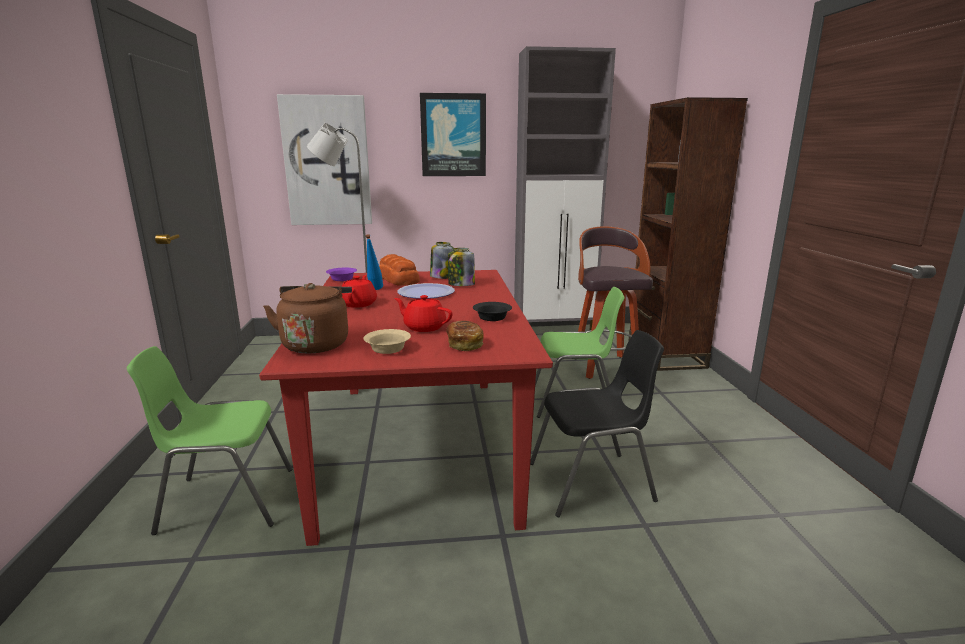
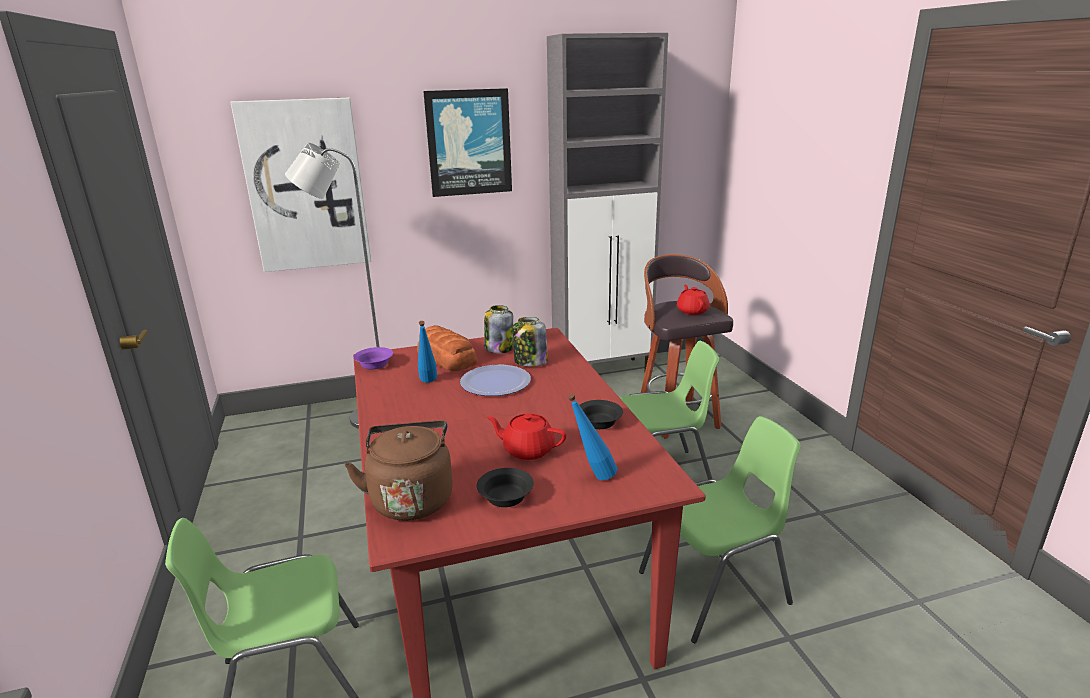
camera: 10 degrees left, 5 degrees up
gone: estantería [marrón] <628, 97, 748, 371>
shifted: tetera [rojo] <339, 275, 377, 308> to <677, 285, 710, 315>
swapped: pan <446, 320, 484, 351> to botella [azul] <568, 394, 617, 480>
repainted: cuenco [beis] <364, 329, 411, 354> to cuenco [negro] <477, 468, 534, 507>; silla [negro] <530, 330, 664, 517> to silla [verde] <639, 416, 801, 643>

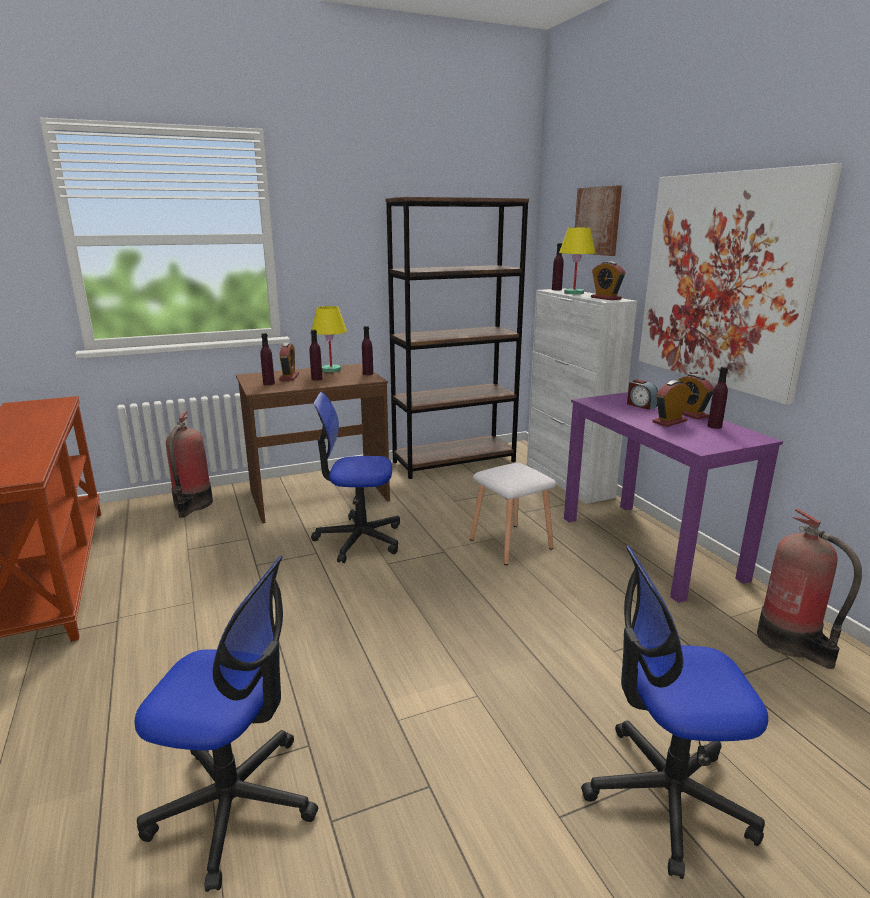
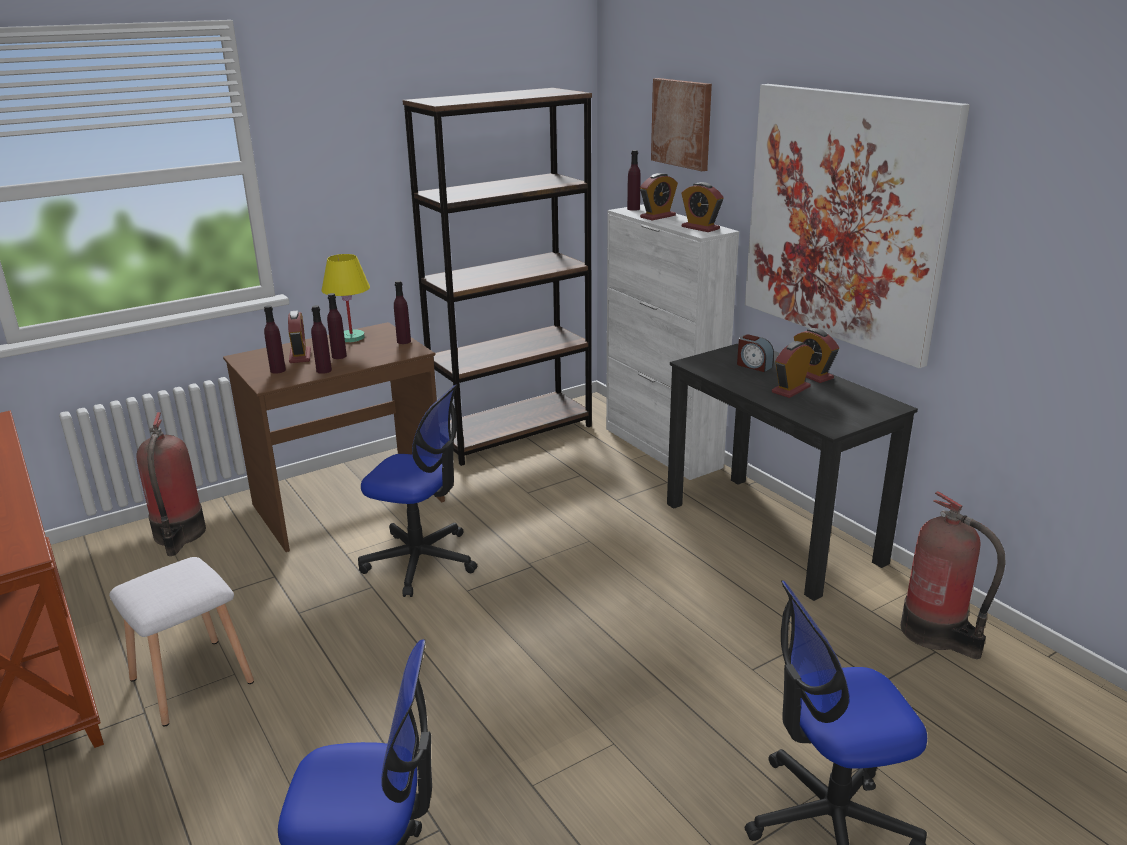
camera: 10 degrees left, 5 degrees up
shifted: taburete [blanco] <470, 463, 556, 565> to <109, 557, 254, 726>; botella [morado] <707, 367, 728, 429> to <311, 305, 332, 374>
swapped: lámpara de mesa [amarillo] <559, 228, 595, 294> to despertador <640, 173, 678, 221>
repainted: escritorio [morado] <564, 392, 783, 603> to escritorio [negro] <667, 344, 918, 601>
rotated: silla de oficina <311, 392, 400, 563> = <358, 384, 477, 597> 150 degrees counterclockwise

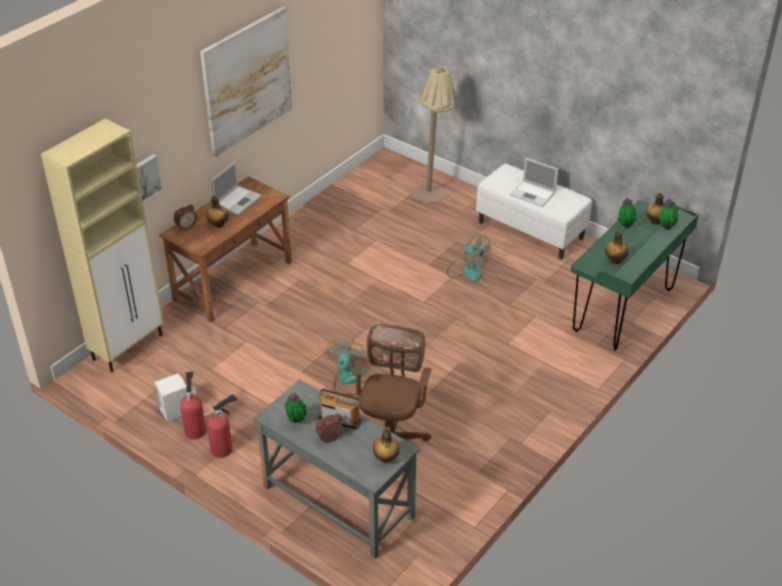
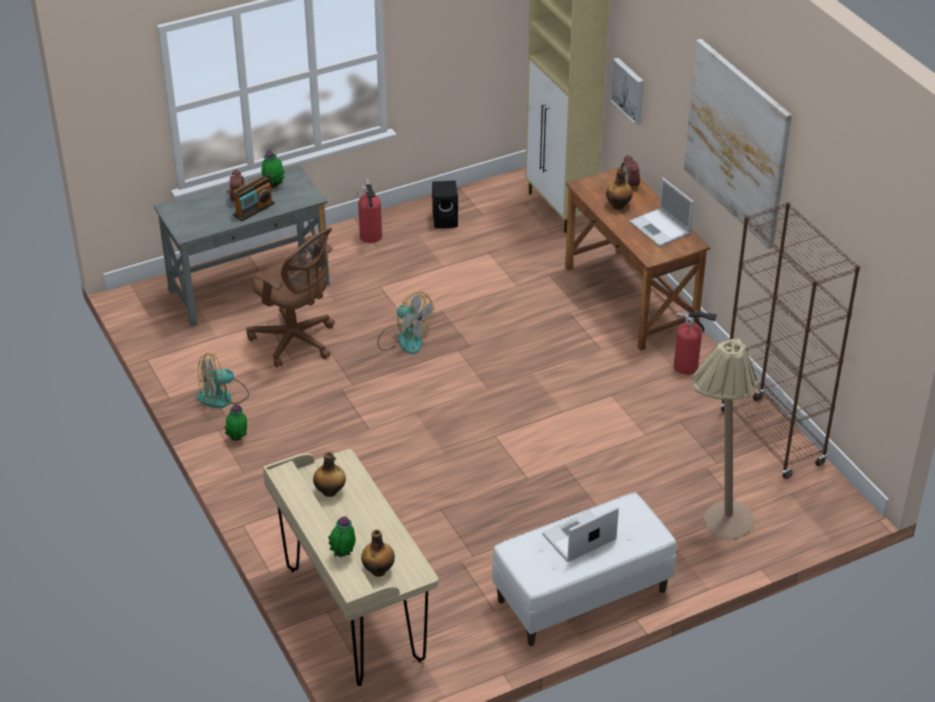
camera: 115 degrees right, 0 degrees up
gone: botella <373, 427, 400, 463>
new: estantería [marrón] <720, 202, 860, 479>
shifted: extintor <180, 372, 206, 439> to <674, 311, 717, 375>; ventilador <447, 234, 492, 282> to <197, 353, 249, 408>; planta en maceta <617, 198, 636, 228> to <224, 404, 247, 441>
repainted: altavoz [blanco] <154, 373, 187, 422> to altavoz [negro] <432, 180, 458, 229>; escritorio [verde] <571, 200, 699, 350> to escritorio [beis] <263, 449, 438, 686>

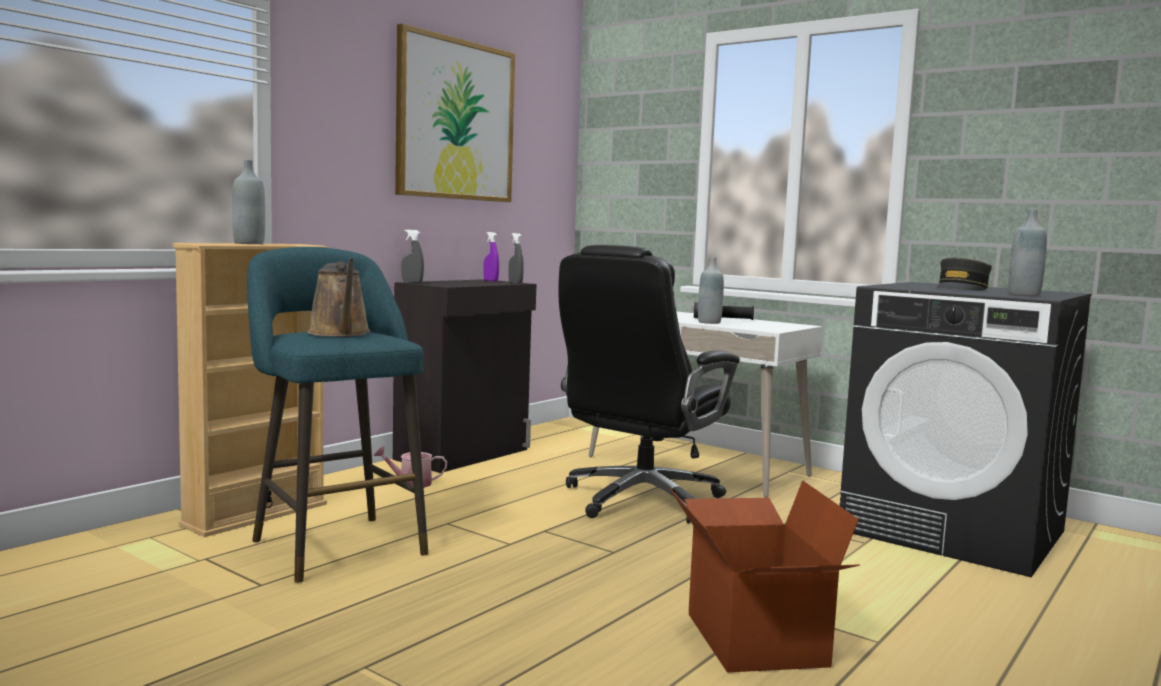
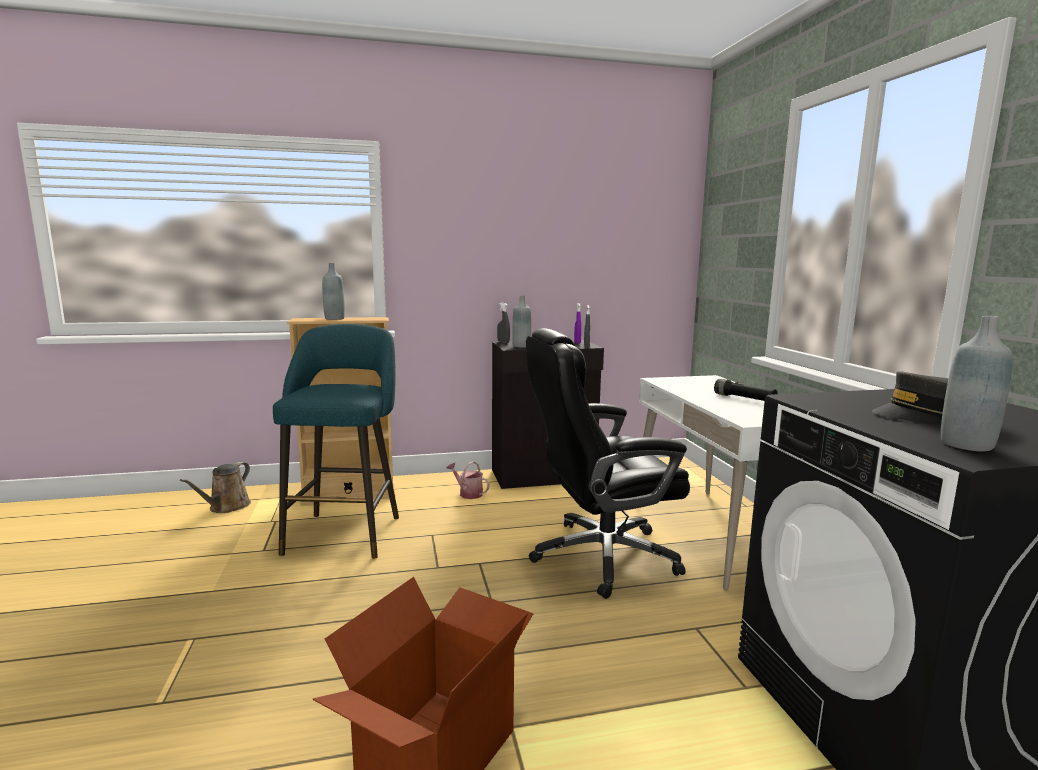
camera: 40 degrees right, 5 degrees up
gone: cuadro <395, 24, 515, 202>
shifted: regadera [marrón] <308, 258, 370, 337> to <180, 462, 251, 513>; botella [gris] <698, 257, 724, 324> to <512, 295, 531, 348>

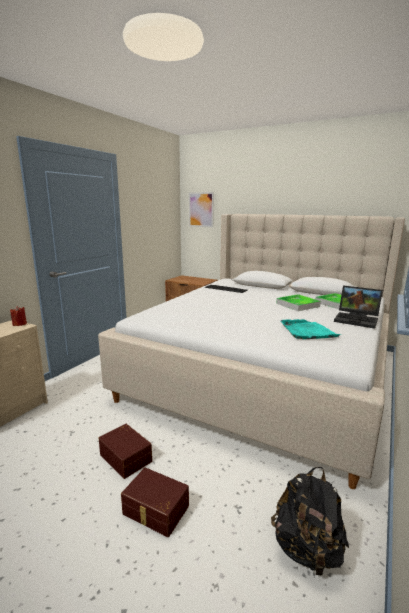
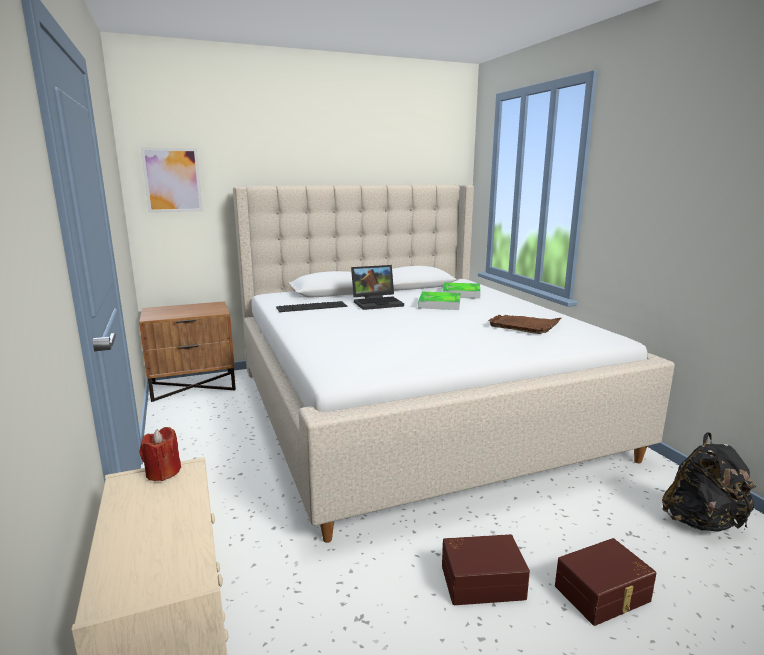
camera: 50 degrees left, 0 degrees up
shifted: portátil <334, 286, 383, 329> to <351, 265, 404, 310>
repainted: bandeja [turquesa] <281, 319, 341, 339> to bandeja [marrón] <488, 315, 561, 334>

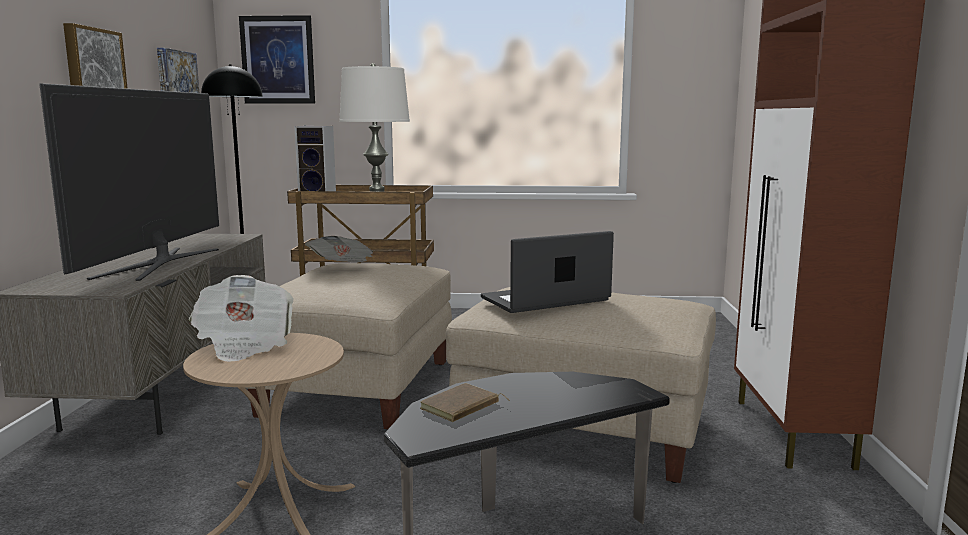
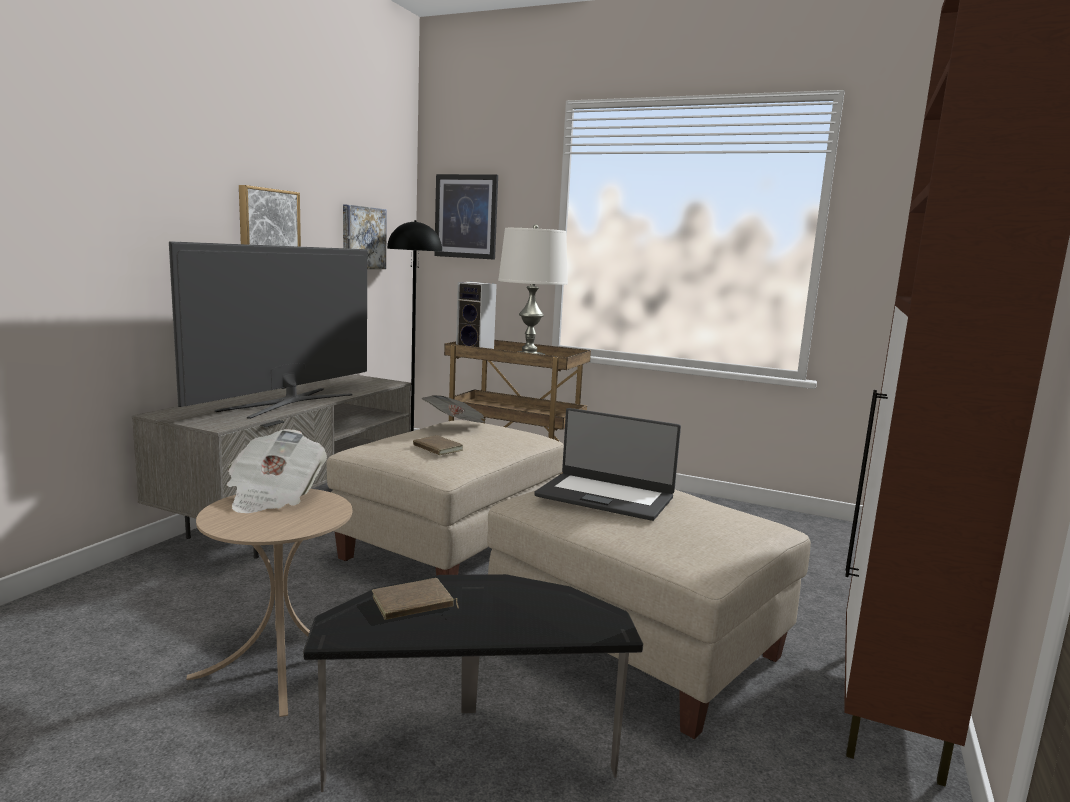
camera: 20 degrees right, 0 degrees up
new: libro [marrón] <413, 435, 463, 455>
rotated: portátil <481, 231, 614, 313> = <535, 408, 681, 521> 150 degrees counterclockwise

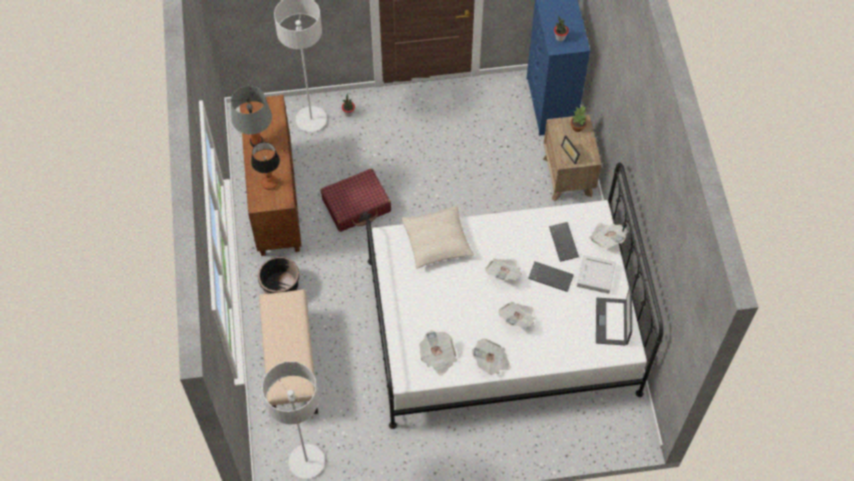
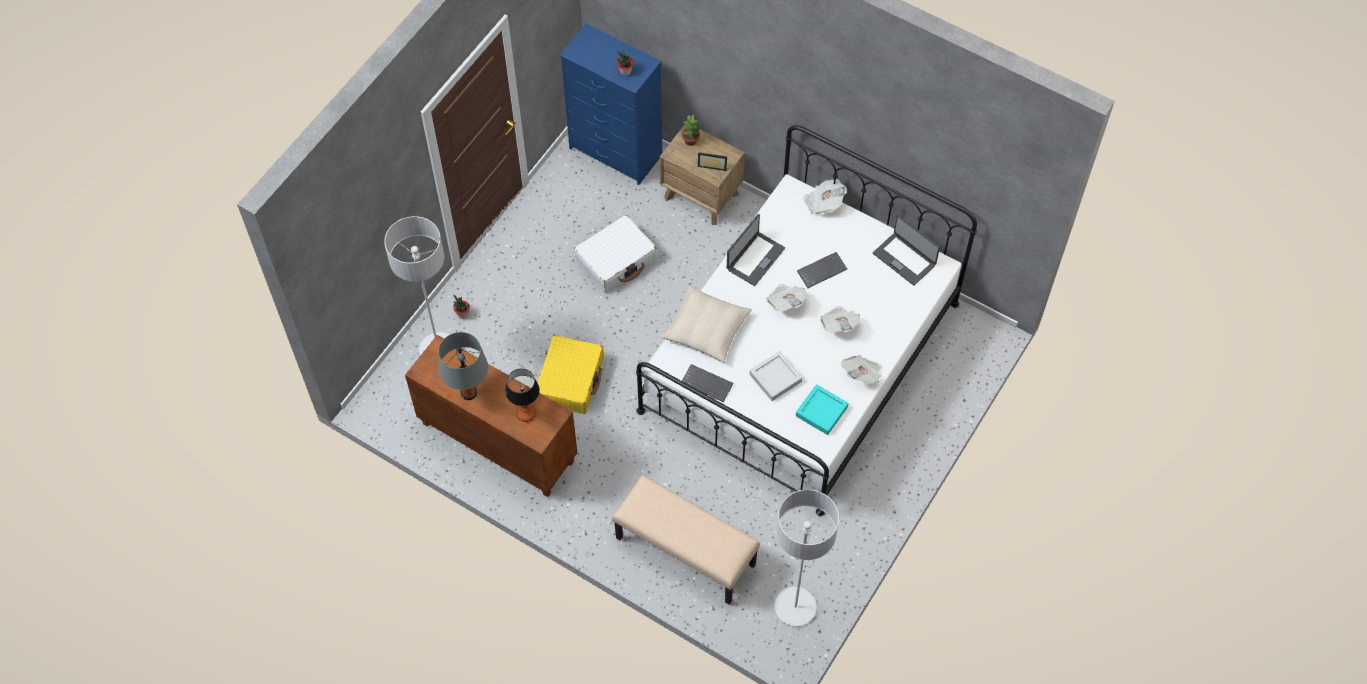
camera: 50 degrees left, 0 degrees up
gone: maceta [negro] <258, 257, 299, 294>
new: maleta [blanco] <574, 215, 657, 293>; portátil <727, 214, 785, 286>
shifted: teclado <549, 222, 579, 262> to <682, 364, 734, 402>; bandeja [gris] <577, 255, 616, 294> to <749, 351, 802, 401>
swapped: periódico <419, 330, 457, 375> to bandeja [turquesa] <796, 384, 848, 435>
repainted: maleta [rojo] <321, 168, 391, 232> to maleta [amarillo] <537, 335, 604, 414>

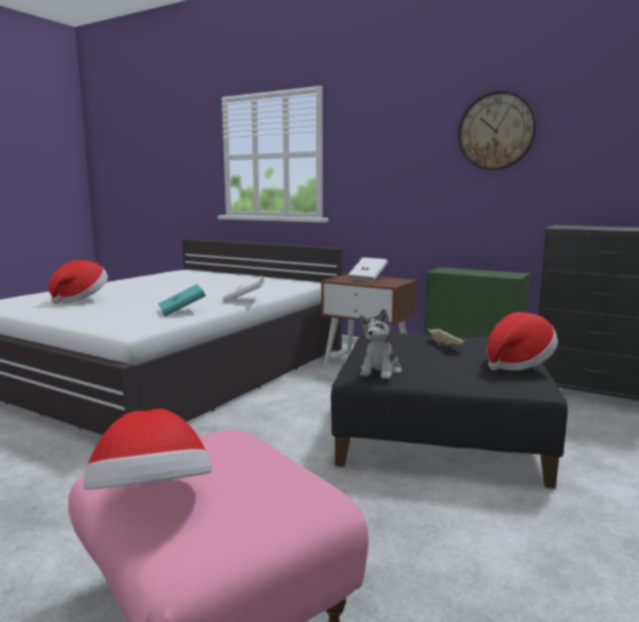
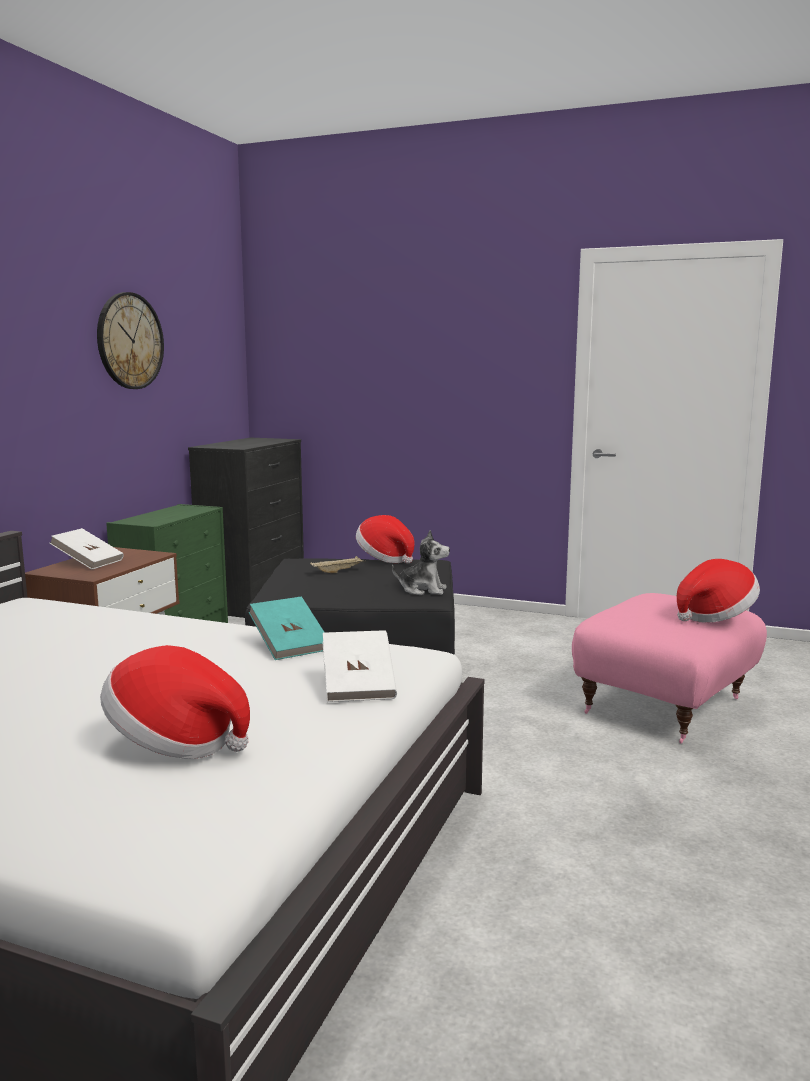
camera: 100 degrees left, 0 degrees up
shifted: libro [blanco] <222, 276, 265, 303> to <322, 630, 397, 702>

